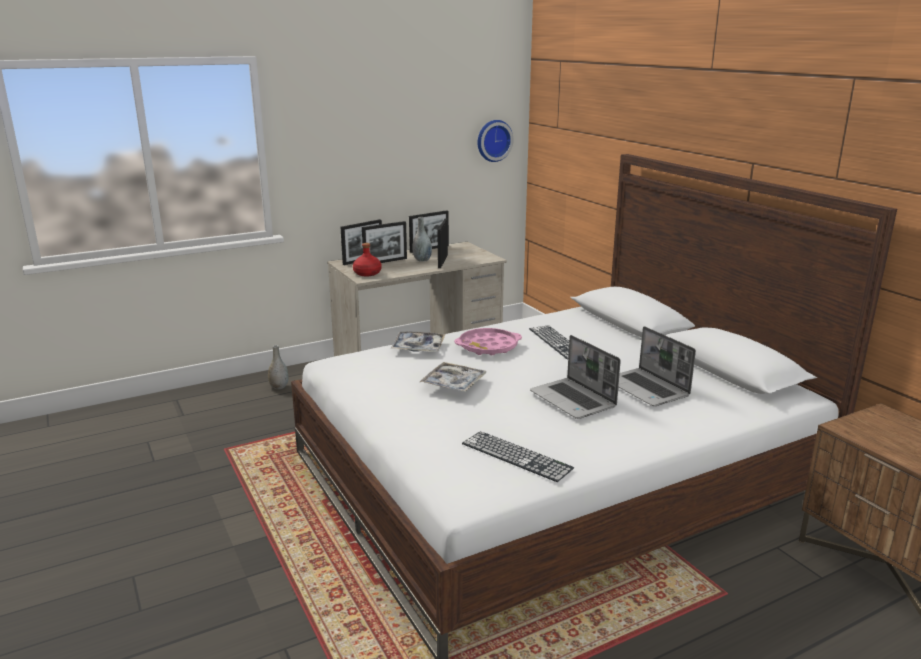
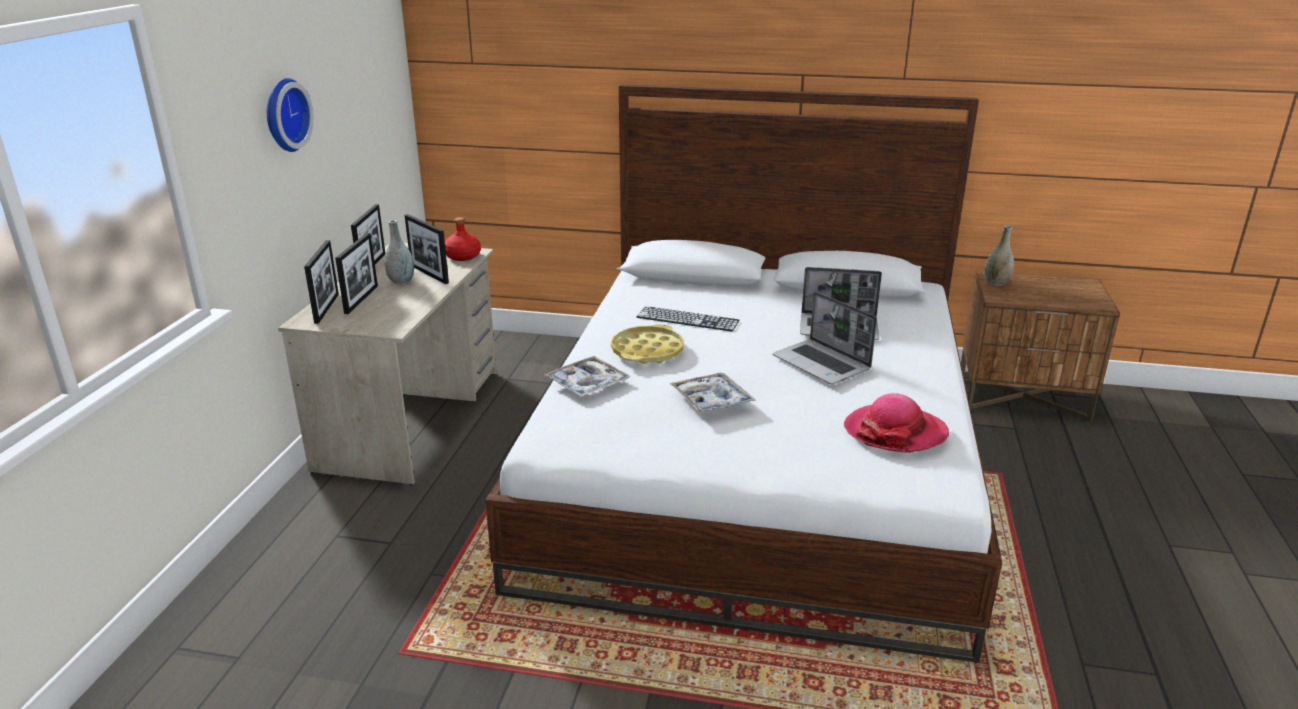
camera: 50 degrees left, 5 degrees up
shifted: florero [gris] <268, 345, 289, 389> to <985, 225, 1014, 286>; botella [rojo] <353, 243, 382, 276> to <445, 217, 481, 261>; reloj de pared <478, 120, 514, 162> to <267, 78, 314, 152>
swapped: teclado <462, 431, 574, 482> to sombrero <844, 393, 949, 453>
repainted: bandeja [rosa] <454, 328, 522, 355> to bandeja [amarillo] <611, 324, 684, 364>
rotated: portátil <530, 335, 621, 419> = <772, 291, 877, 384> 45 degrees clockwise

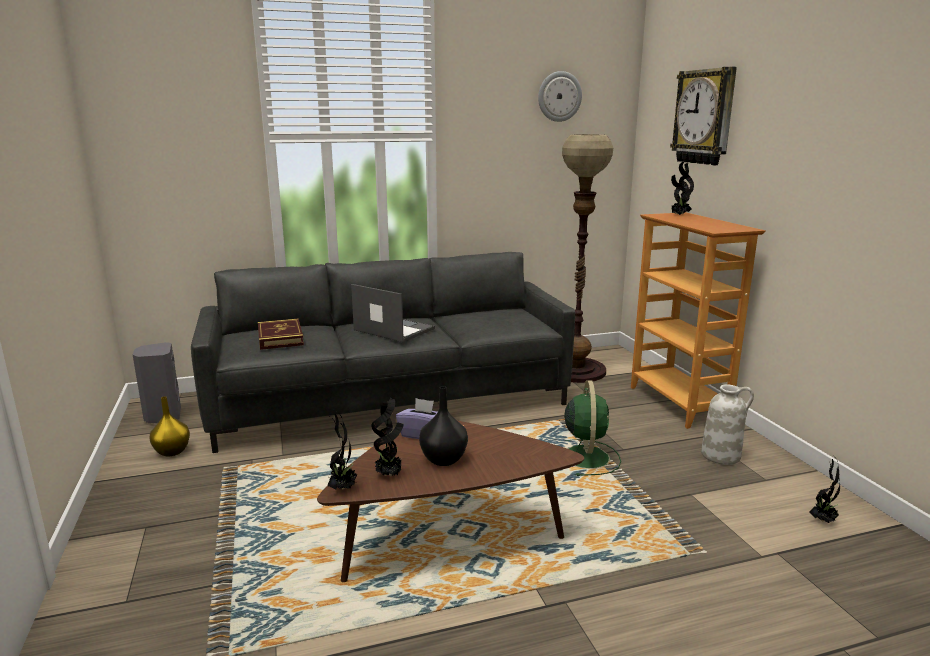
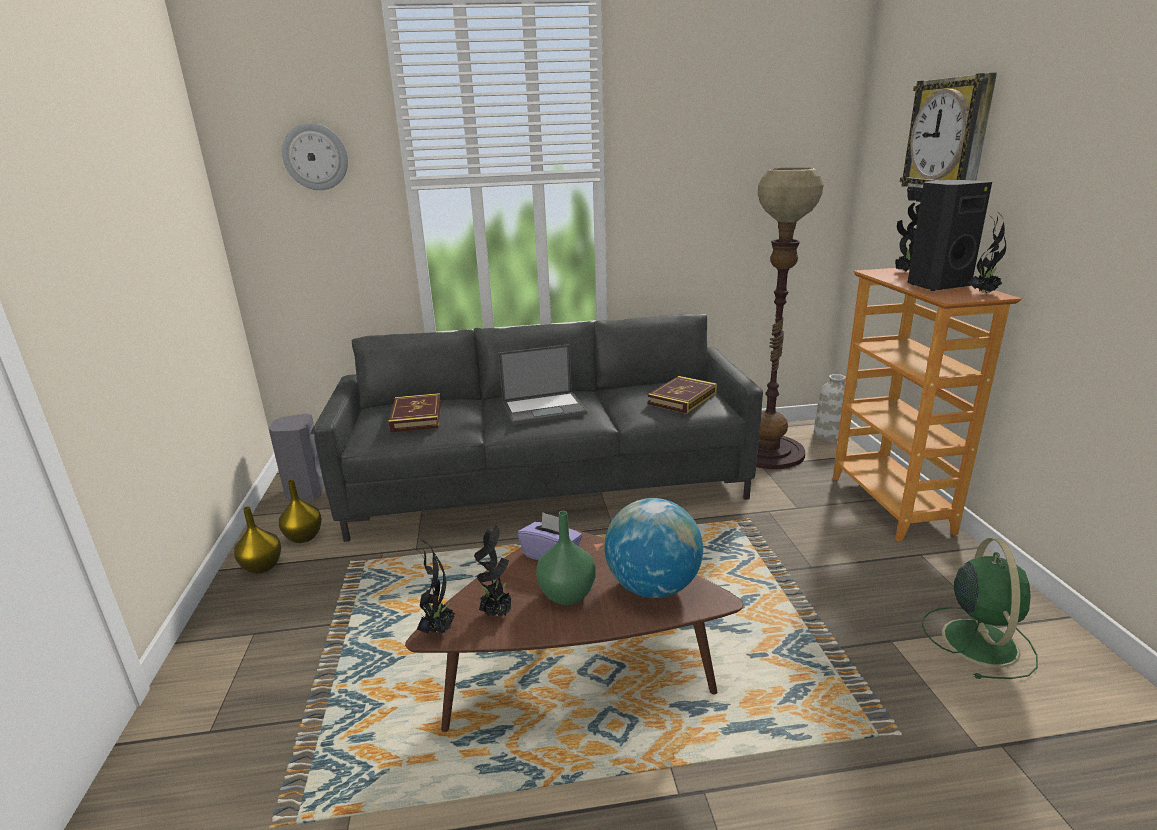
camera: 10 degrees right, 5 degrees up
new: florero [amarillo] <234, 506, 281, 574>; globo terráqueo <605, 498, 703, 598>; libro <647, 376, 717, 414>; altavoz [negro] <907, 180, 992, 291>
shifted: reloj de pared <538, 71, 582, 122> to <282, 123, 348, 190>; ventilador [verde] <564, 380, 621, 476> to <922, 538, 1038, 679>; florero [blanco] <701, 384, 754, 465> to <814, 374, 858, 442>; planta en maceta <809, 454, 840, 523> to <968, 214, 1006, 293>
repainted: florero [negro] <419, 386, 468, 466> to florero [verde] <536, 511, 596, 605>
rotated: portátil <351, 284, 435, 342> = <498, 344, 587, 425> 120 degrees clockwise

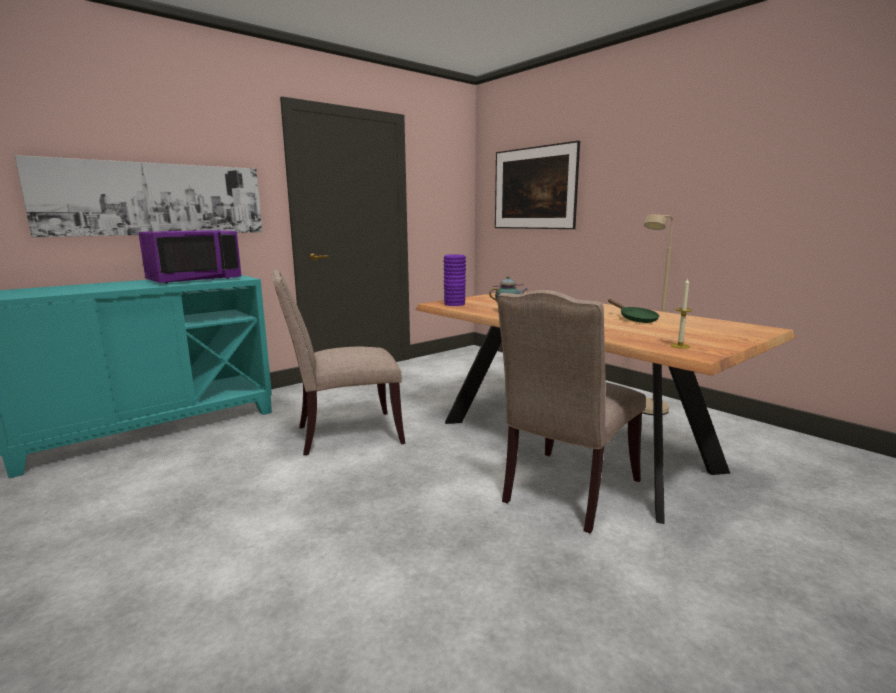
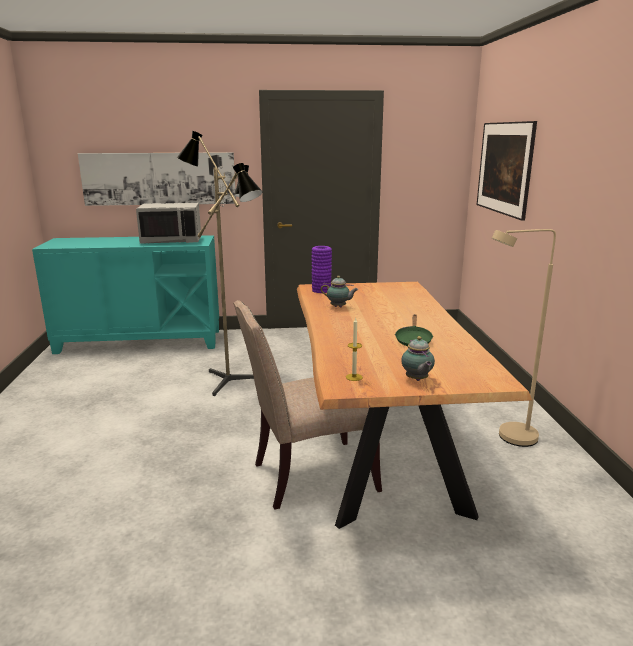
camera: 35 degrees right, 5 degrees up
new: tetera <401, 336, 435, 381>
swapped: silla [beis] <271, 270, 406, 455> to lámpara de pie <177, 131, 262, 396>
repainted: microondas [morado] <139, 230, 242, 284> to microondas [gris] <136, 203, 201, 244>

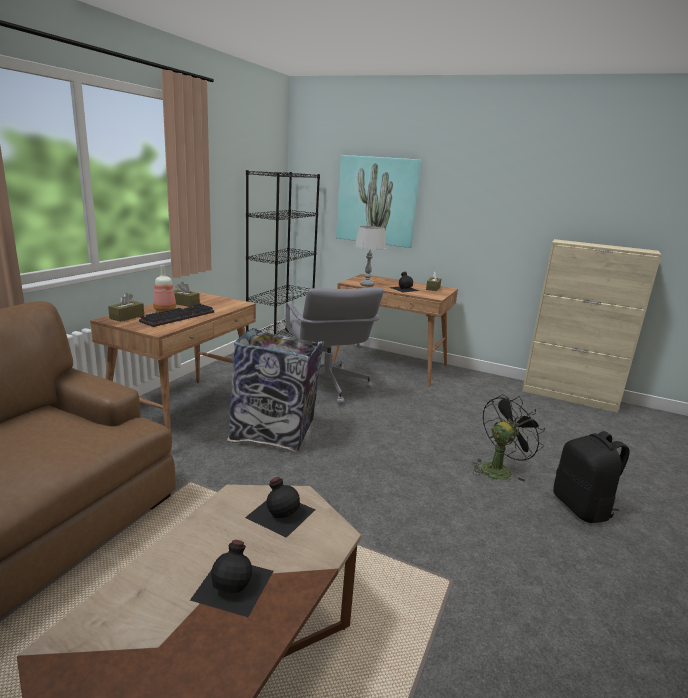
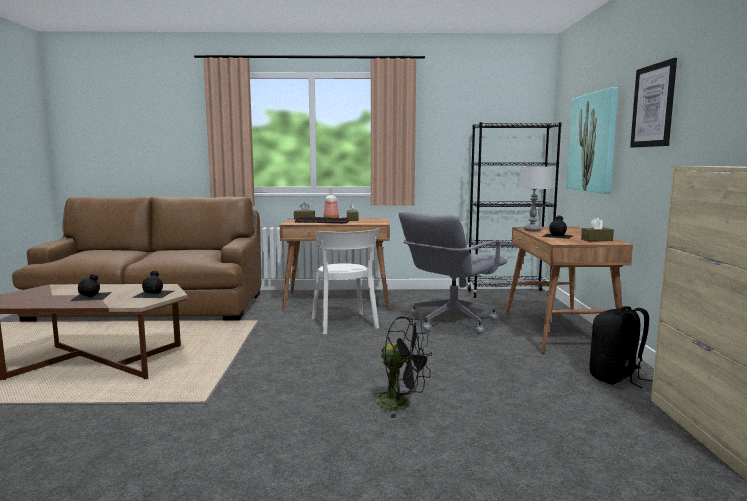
camera: 65 degrees right, 10 degrees down
new: cuadro <630, 58, 677, 148>
shifted: mochila [negro] <553, 431, 629, 523> to <590, 306, 653, 388>
swapped: papelera <227, 328, 324, 452> to silla [blanco] <312, 228, 380, 334>

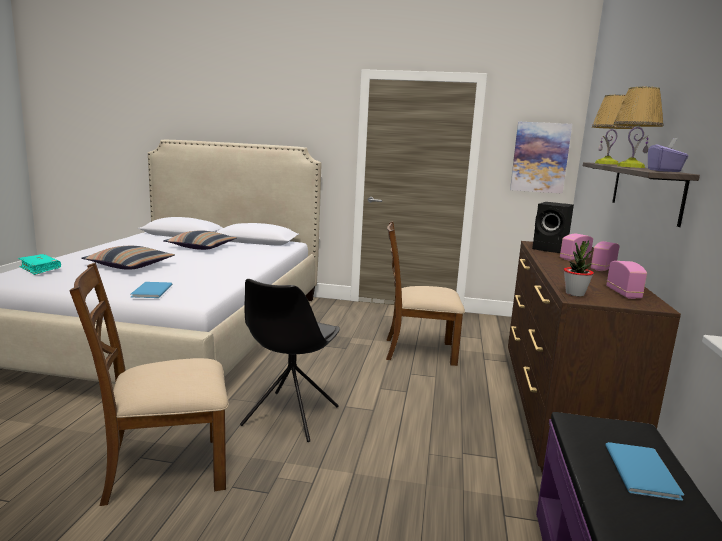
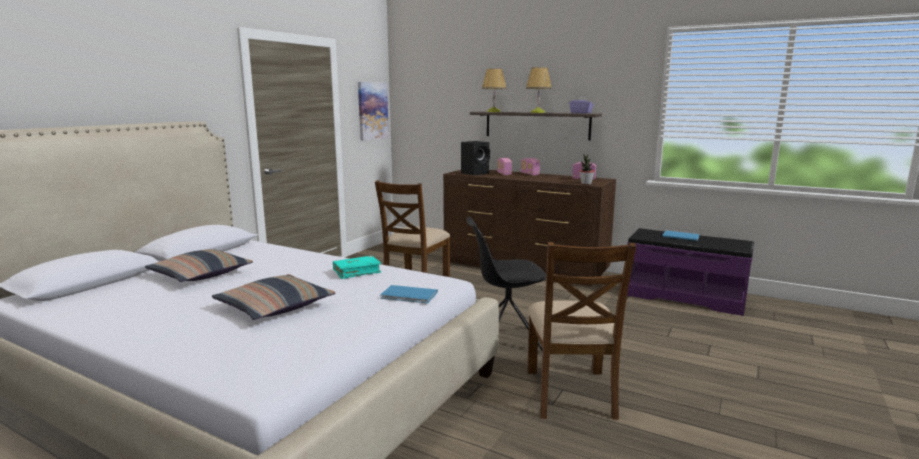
camera: 70 degrees left, 0 degrees up
shifted: libro [turquesa] <18, 254, 61, 275> to <333, 255, 382, 279>
rotated: silla [negro] <240, 279, 340, 442> = <466, 216, 546, 352> 135 degrees clockwise

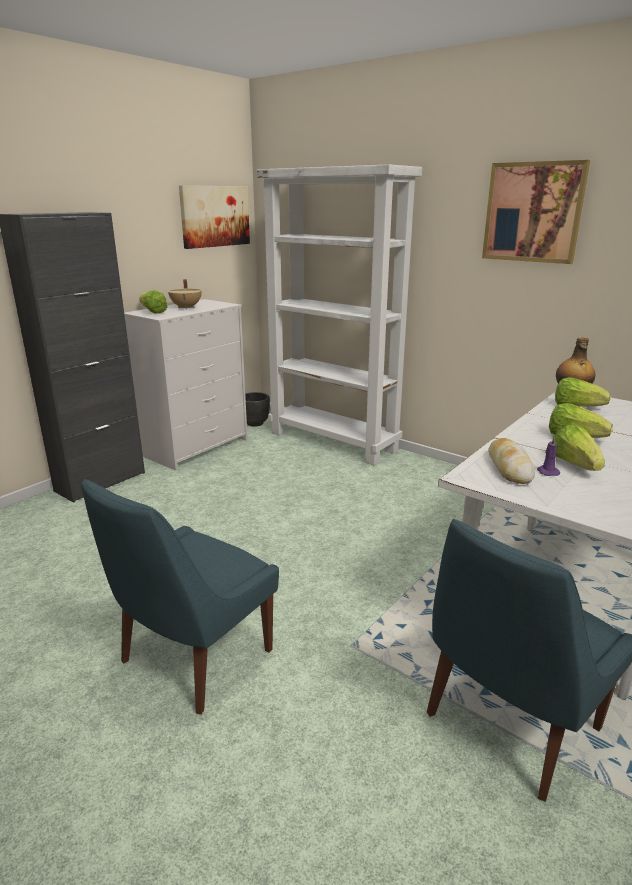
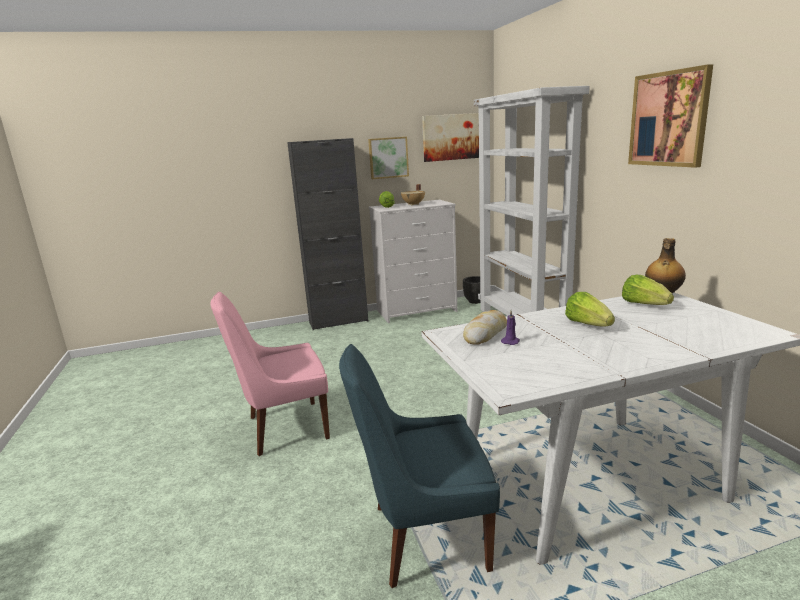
camera: 35 degrees right, 5 degrees down
gone: lechuga <555, 425, 605, 471>
new: cuadro <368, 137, 409, 179>
repainted: silla [azul] <81, 479, 279, 715> to silla [rosa] <210, 292, 330, 456>

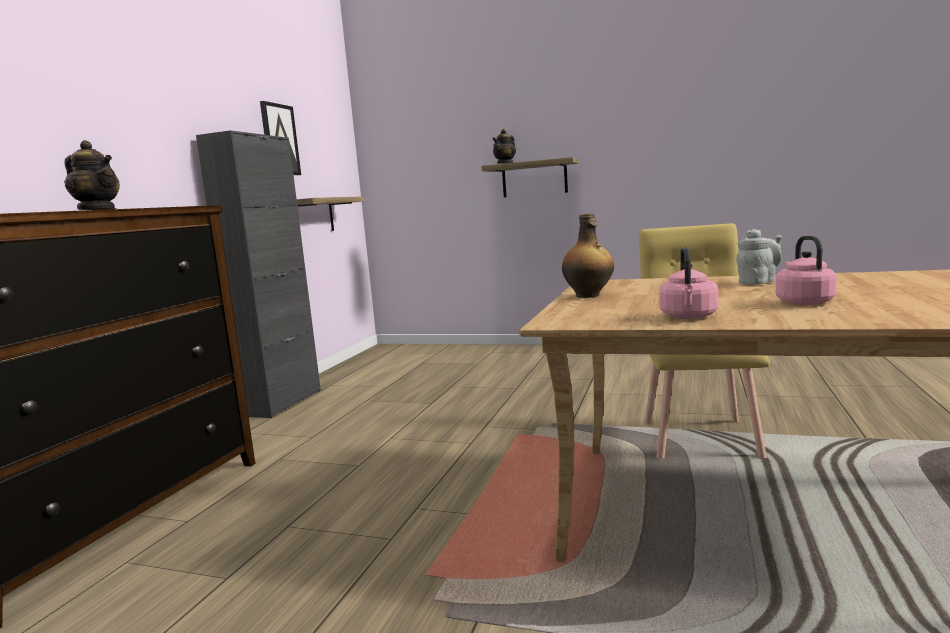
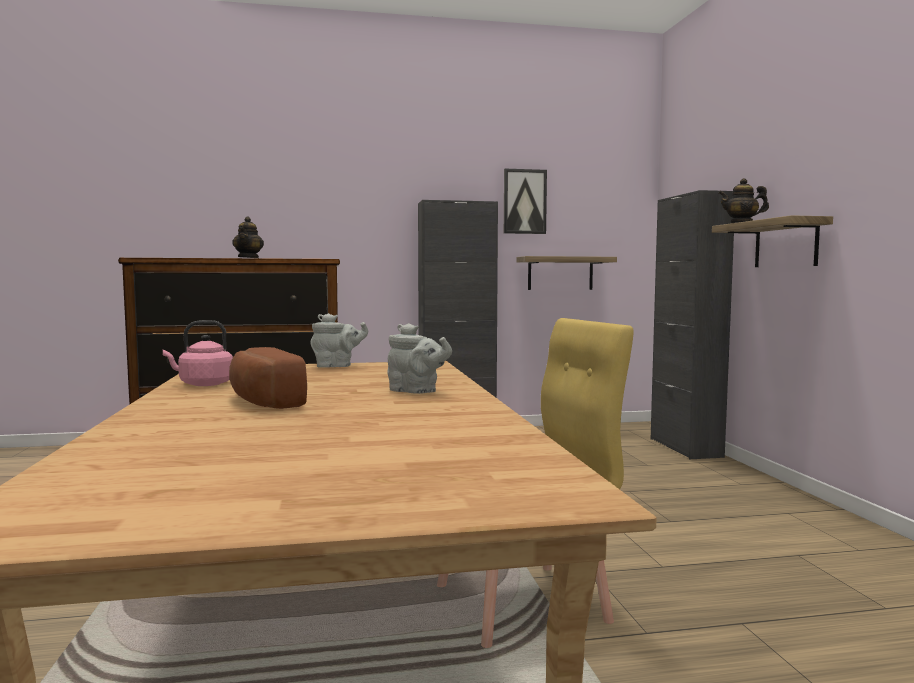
camera: 60 degrees right, 5 degrees down
new: armario [negro] <651, 190, 734, 459>
swapped: botella <562, 213, 614, 298> to tetera [gris] <311, 313, 368, 368>; hervidor [rosa] <776, 236, 837, 305> to pan <229, 347, 307, 409>

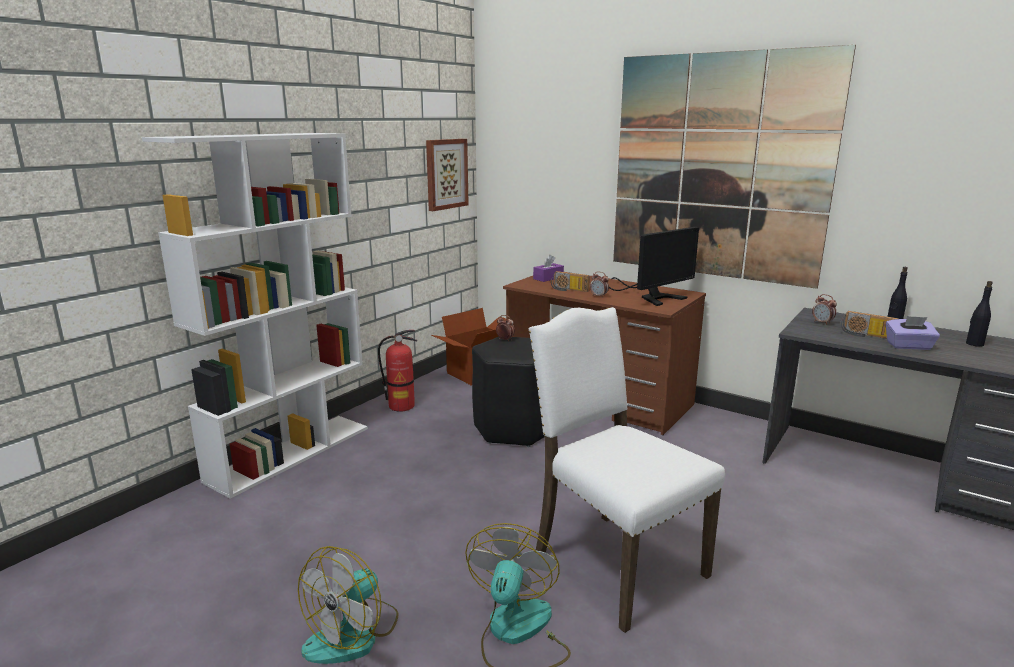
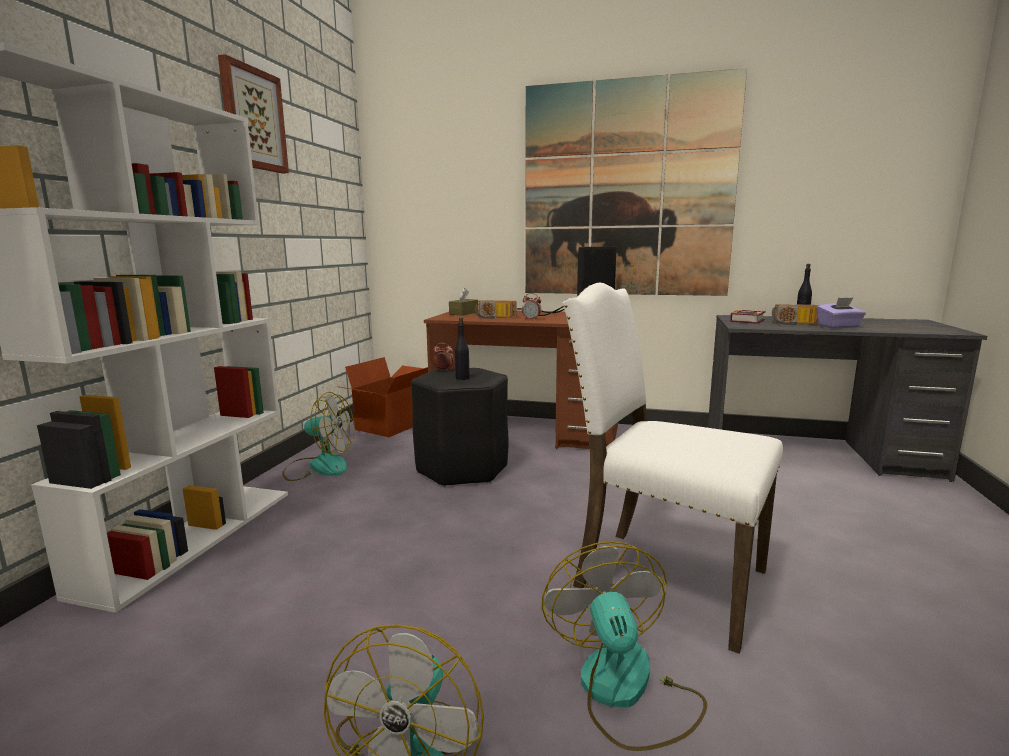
camera: 20 degrees left, 5 degrees down
shifted: cuadro <426, 139, 469, 211> to <218, 54, 289, 174>; botella [negro] <966, 281, 993, 347> to <455, 318, 470, 380>
swapped: extintor <378, 330, 417, 412> to ventilador <282, 392, 354, 481>; despertador <812, 294, 837, 325> to libro <730, 310, 766, 324>
repainted: caja de pañuelos [morado] <533, 255, 564, 282> to caja de pañuelos [marrón] <449, 288, 478, 315>

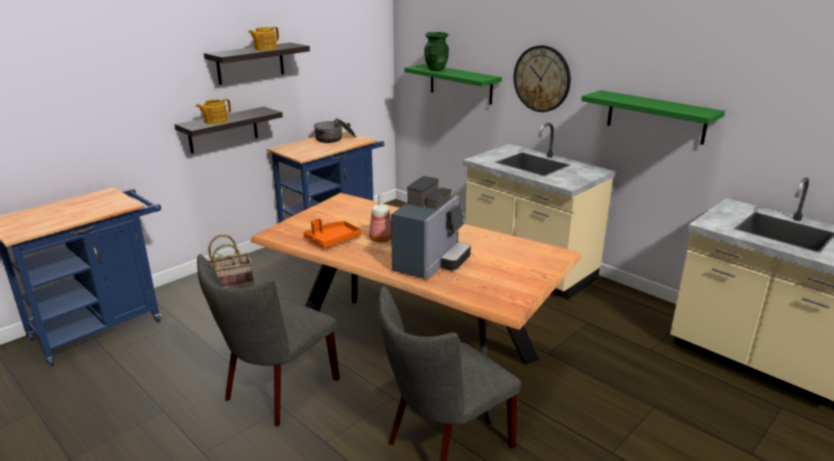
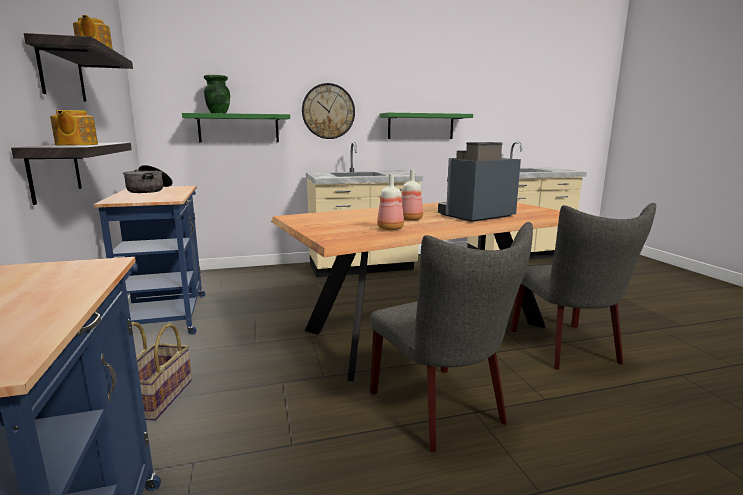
camera: 60 degrees left, 10 degrees down
swapped: bandeja [naranja] <303, 218, 361, 248> to botella <377, 173, 404, 230>
rotated: cafetera <391, 176, 471, 280> = <438, 142, 521, 222> 90 degrees counterclockwise

